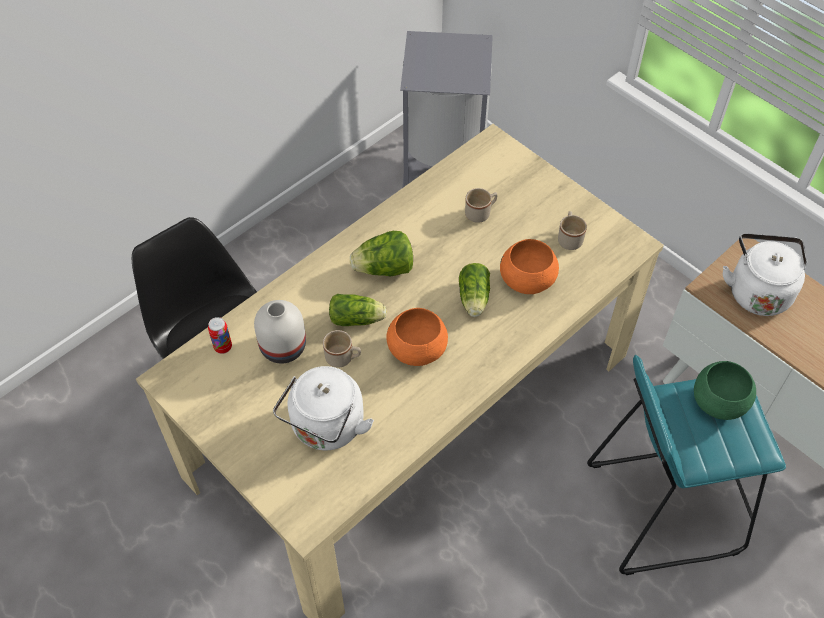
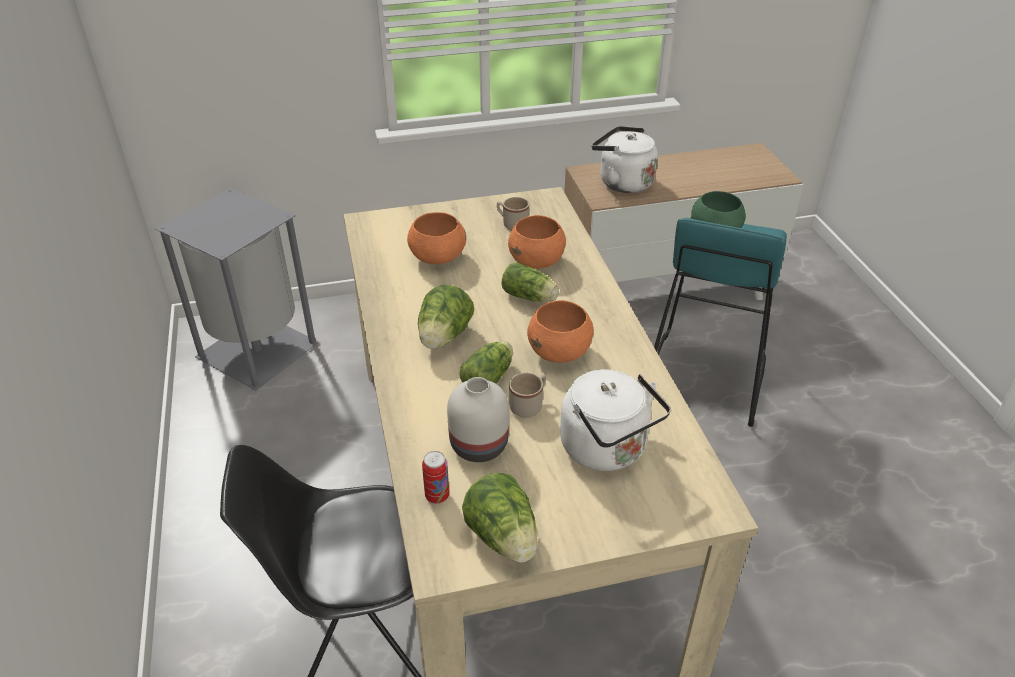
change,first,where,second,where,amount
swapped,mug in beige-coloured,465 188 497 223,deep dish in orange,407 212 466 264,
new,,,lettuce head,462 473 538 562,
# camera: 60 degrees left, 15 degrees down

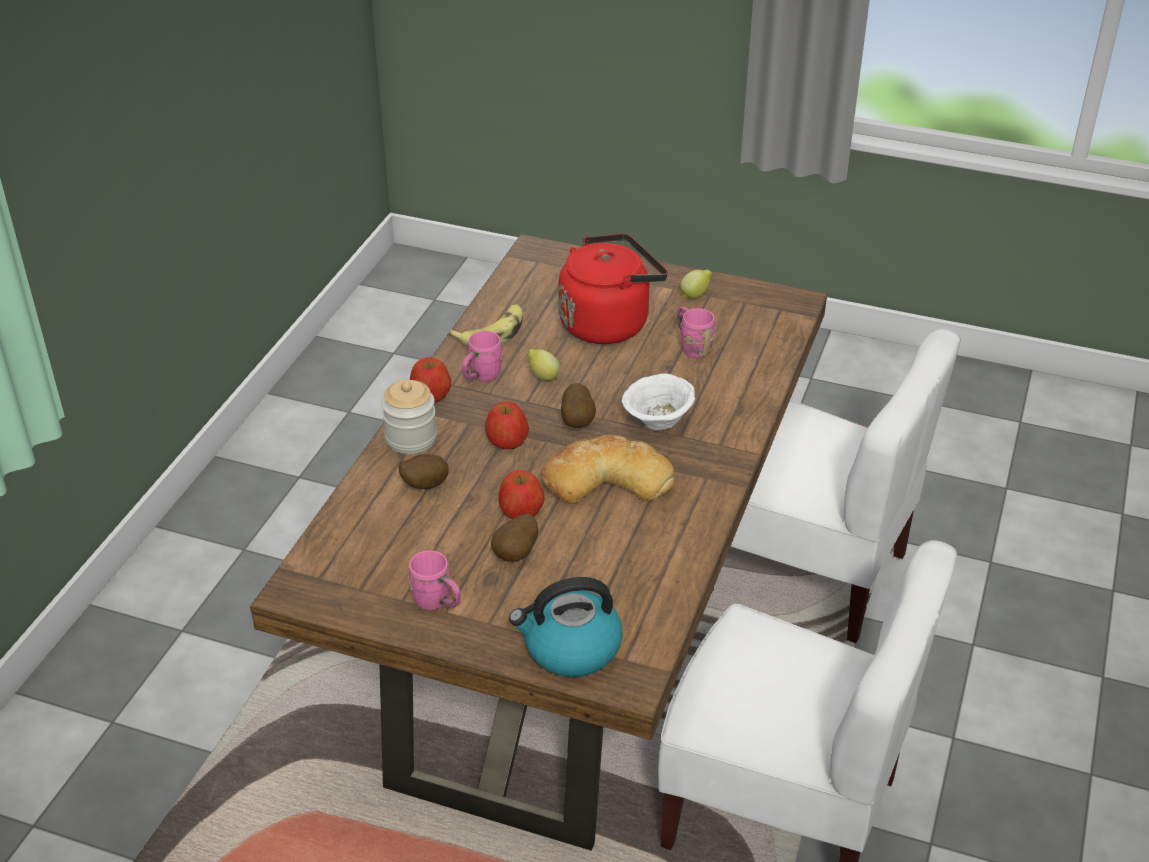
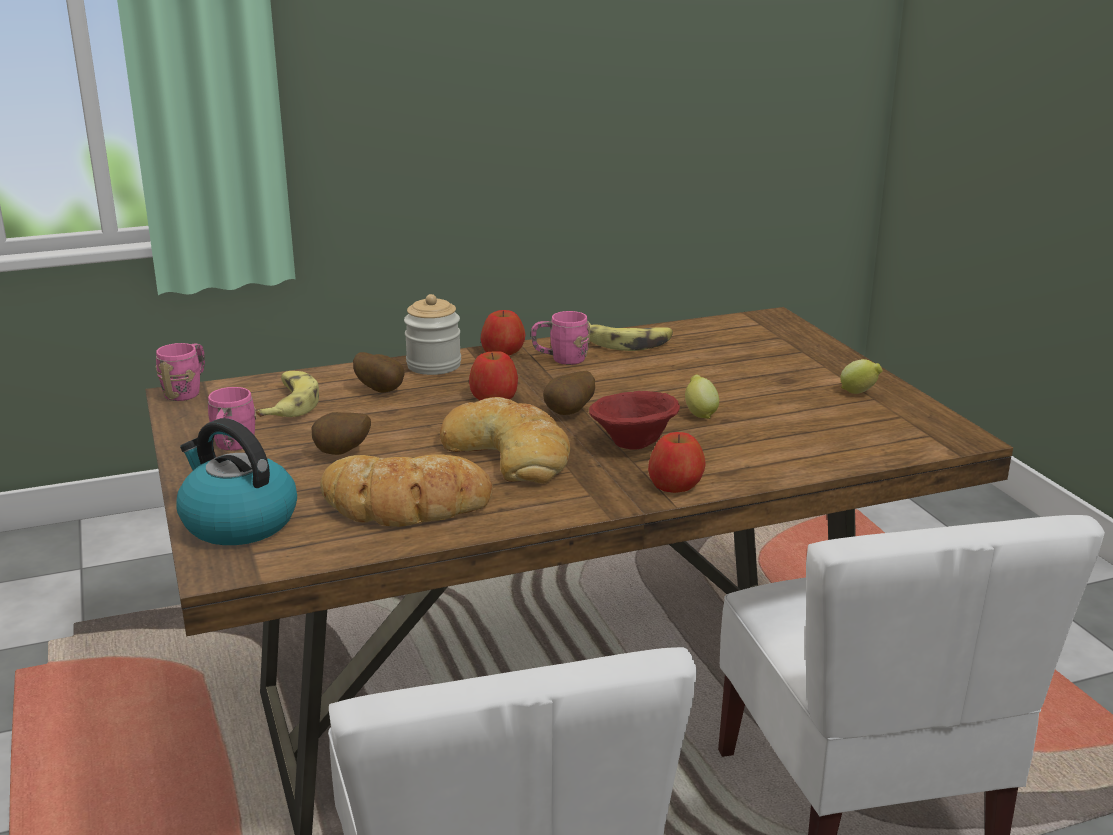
change,first,where,second,where,amount
shifted,mug in pinkish,677 306 716 358,,156 343 205 401,
new,,,banana,256 371 319 417,
new,,,bread,320 454 493 527,
repainted,deep dish in whitish,622 374 695 431,deep dish in red,589 391 680 450,
shifted,apple,499 470 544 519,,648 432 706 493,
shifted,whole lemon,527 349 560 381,,685 374 719 419,
gone,water kettle in red,558 233 668 344,,,
# camera: 50 degrees right, 15 degrees down

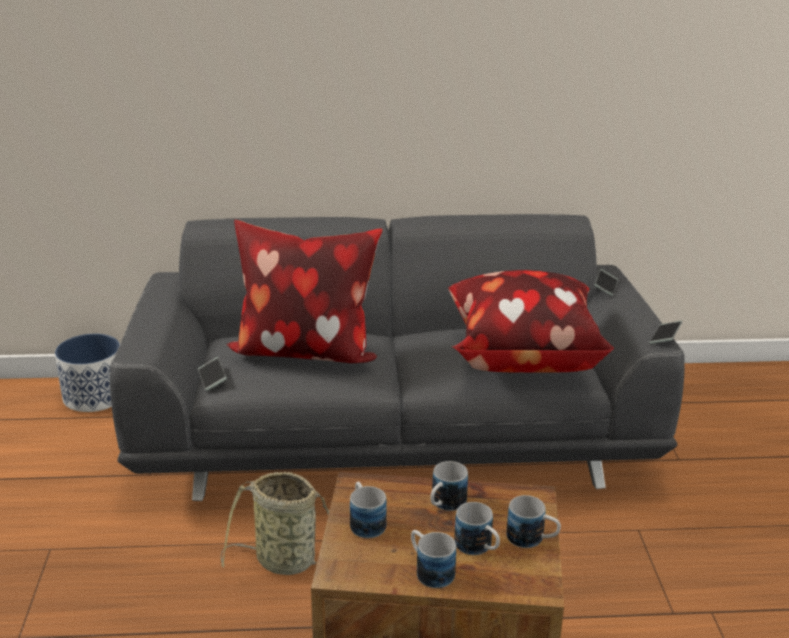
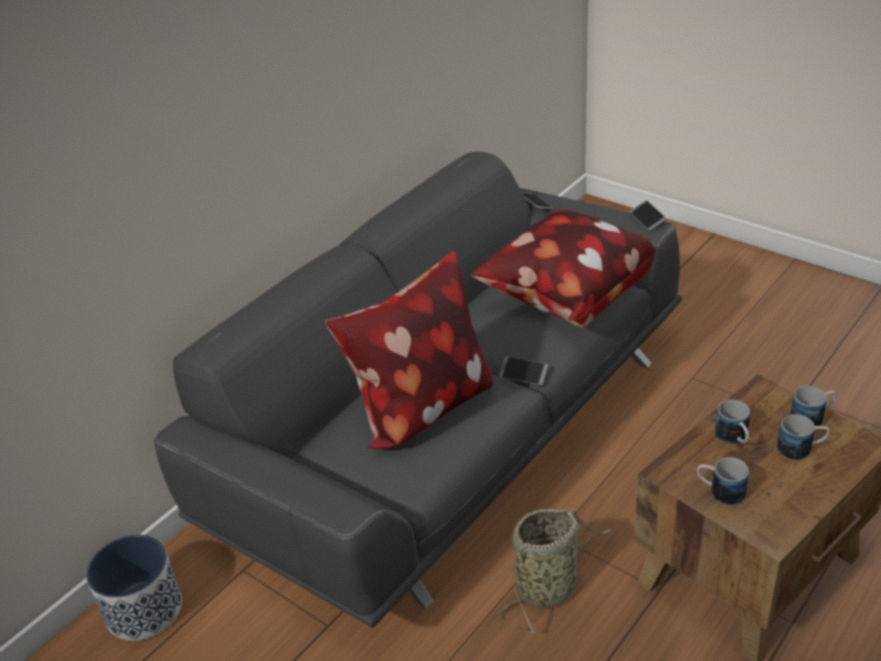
change,first,where,second,where,amount
shifted,handset,198 357 227 391,,499 356 548 386,
gone,mug,411 530 456 588,,,
# camera: 45 degrees left, 10 degrees up

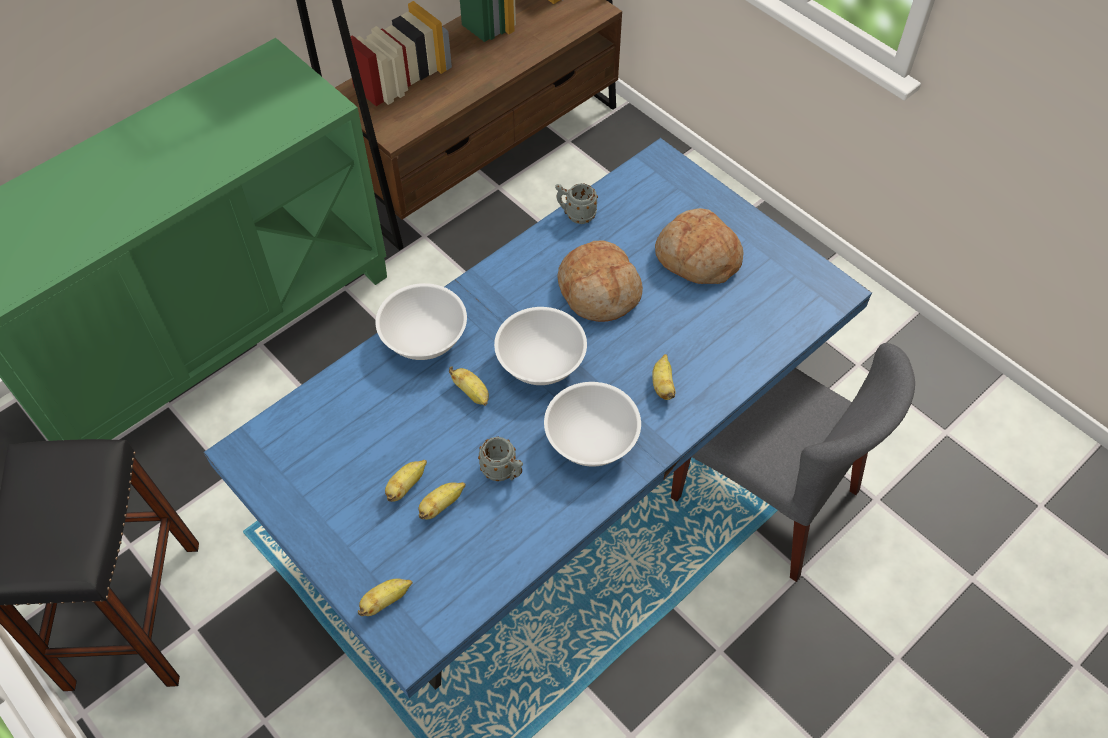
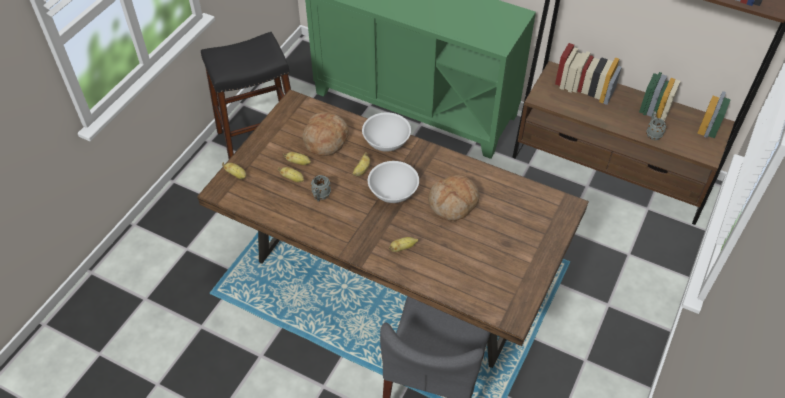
change,first,where,second,where,amount
repainted,dinner table in bluish,203 138 872 698,dinner table in brown-coloured,197 90 589 368,
shifted,bread,655 208 743 284,,302 112 349 156,
shifted,mug in gray,555 183 598 224,,646 111 666 140,
gone,deep dish in whitish,544 382 641 467,,,
# camera: 70 degrees right, 5 degrees down

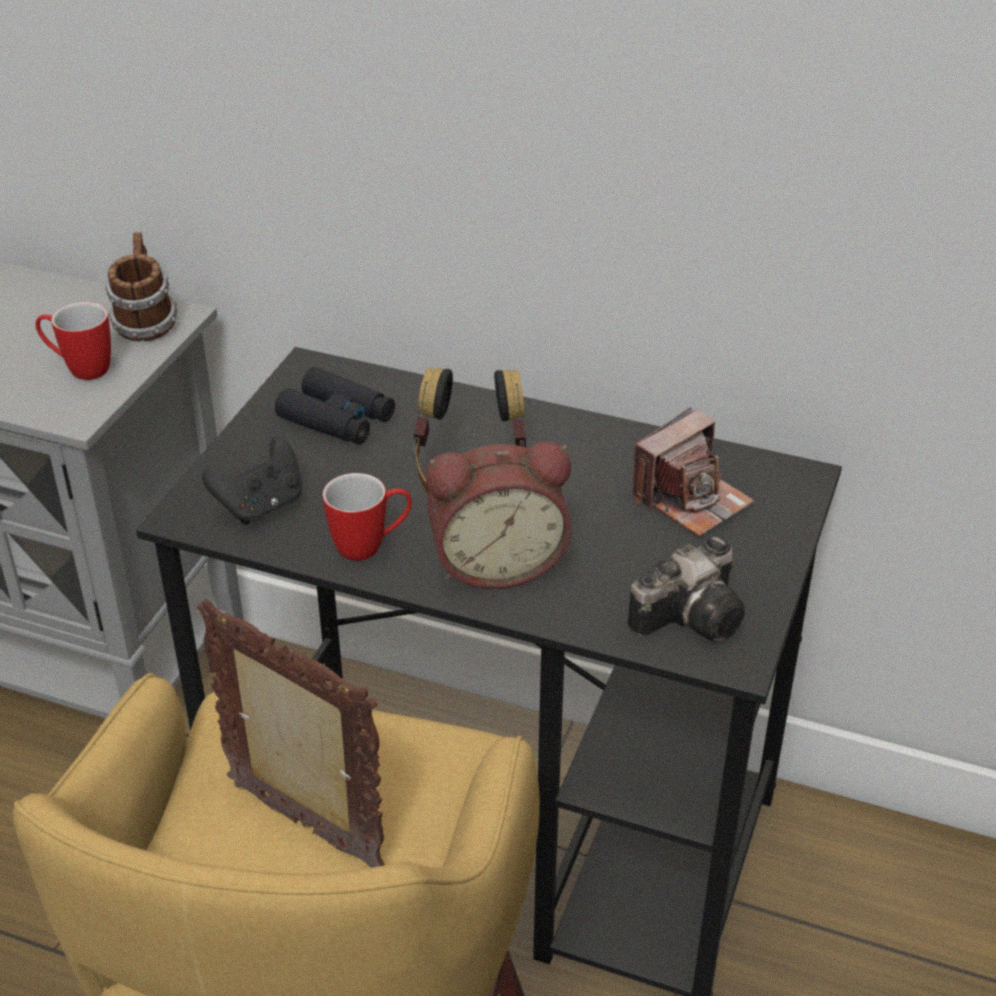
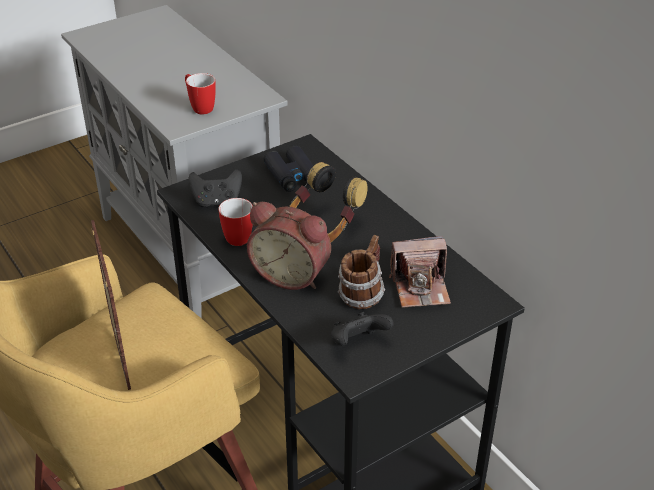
change,first,where,second,where,amount
swapped,photo camera,627 536 745 642,game controller in black-coloured,331 312 394 346,
shifted,mug,105 232 177 342,,338 235 385 309,
# camera: 35 degrees right, 0 degrees up

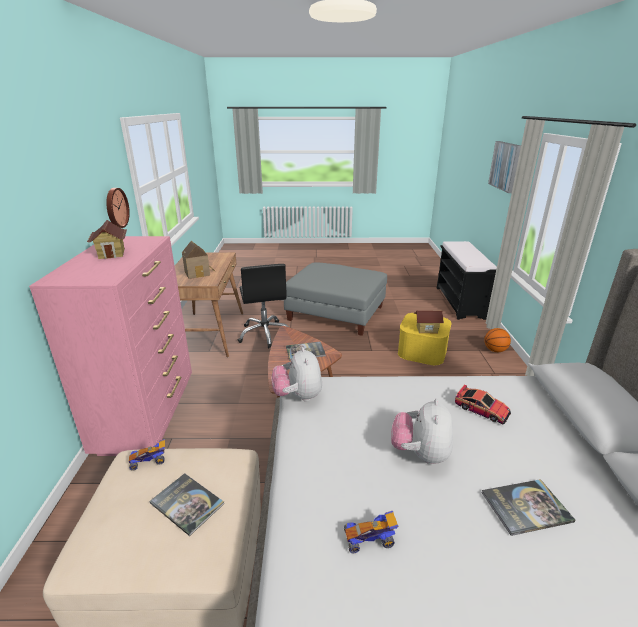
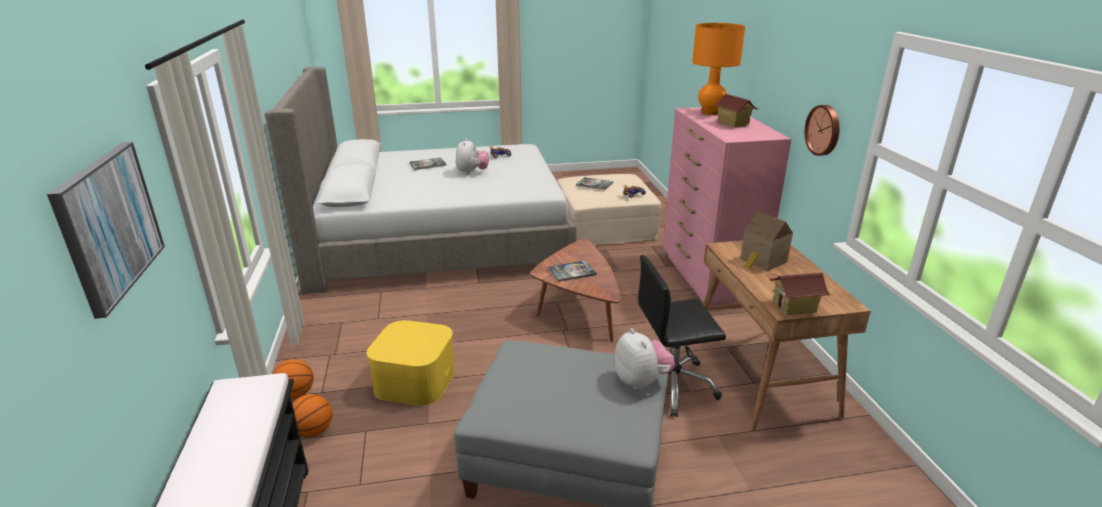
change,first,where,second,where,amount
new,,,ball for basketball,292 394 332 438,
shifted,cuddly toy,271 347 322 402,,614 328 675 390,
rotated,office chair in black-coloured,238 264 289 349,,638 255 726 417,75 degrees counterclockwise
new,,,lamp for a table in orange,692 22 745 115,
shifted,toy house,414 311 444 333,,769 273 830 315,
gone,toy car,455 384 511 424,,,
# camera: 170 degrees right, 0 degrees up

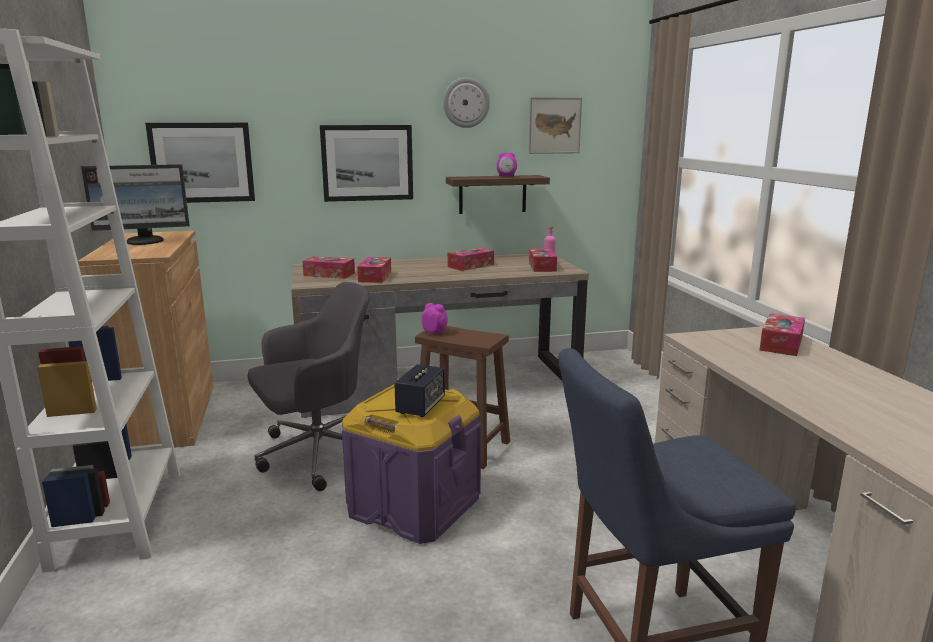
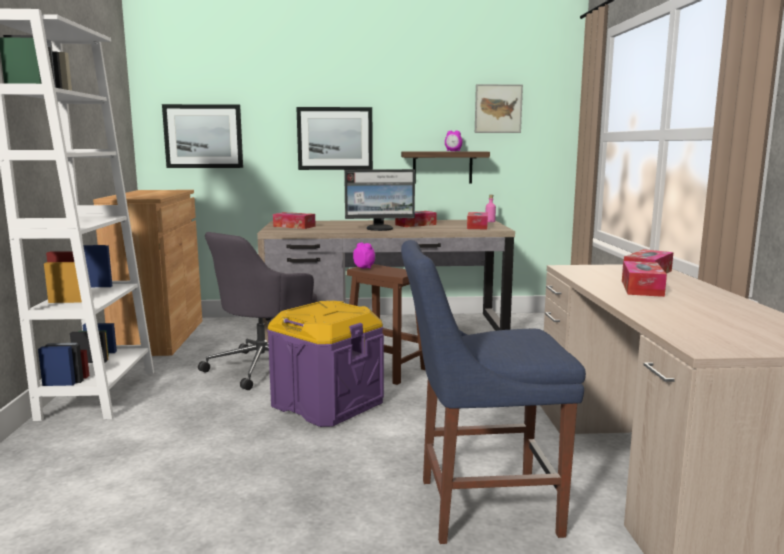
change,first,where,second,where,amount
rotated,office chair in gray,248 282 370 491,,198 232 317 390,150 degrees clockwise
shifted,computer display,81 164 190 245,,344 169 415 231,
shifted,tissue box,357 257 391 283,,622 261 667 297,
gone,audio speaker,394 364 445 417,,,
gone,wall clock,443 77 490 128,,,
# camera: 10 degrees right, 5 degrees down

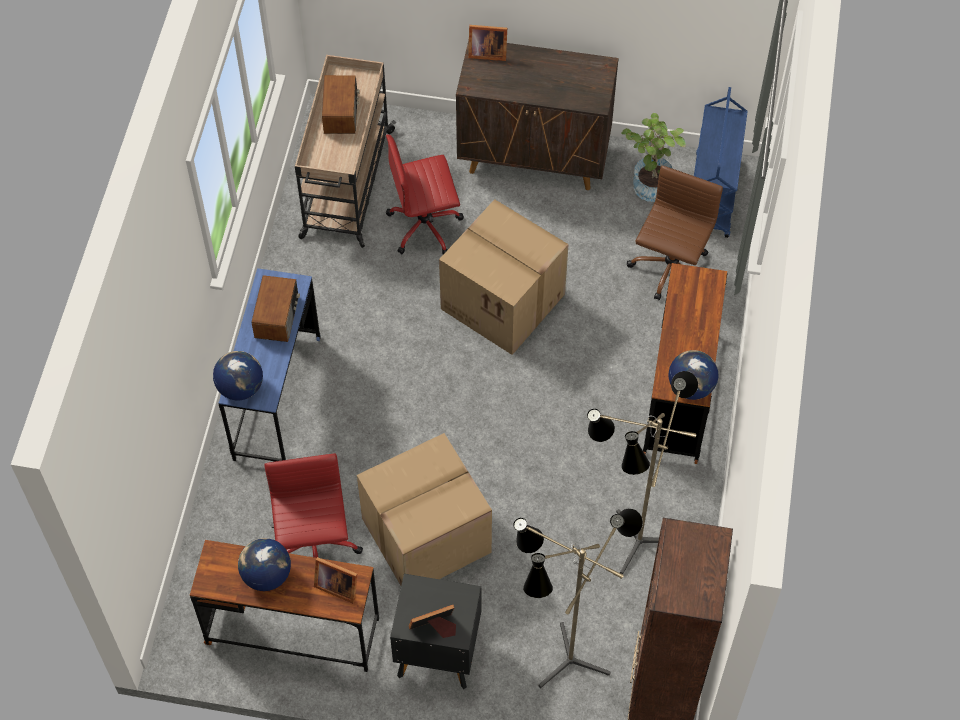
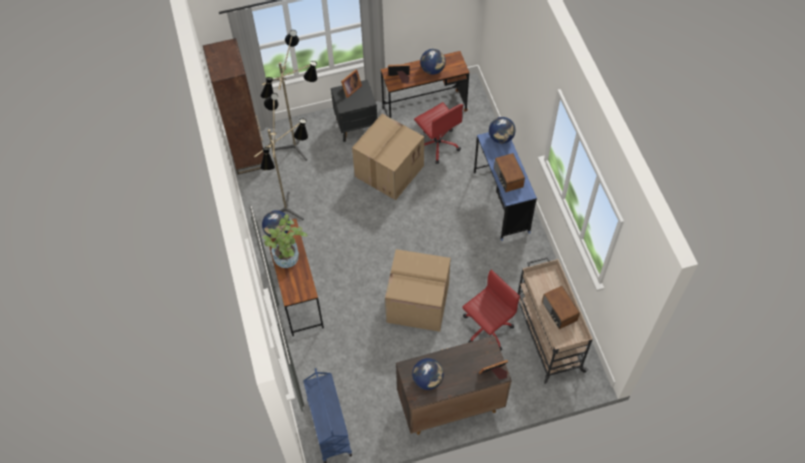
change,first,where,second,where,amount
shifted,plant in a pot,621 113 686 202,,262 214 307 268,
new,,,desk globe,412 358 444 390,
gone,office chair in brown-coloured,627 166 723 300,,,
# camera: 155 degrees right, 0 degrees up

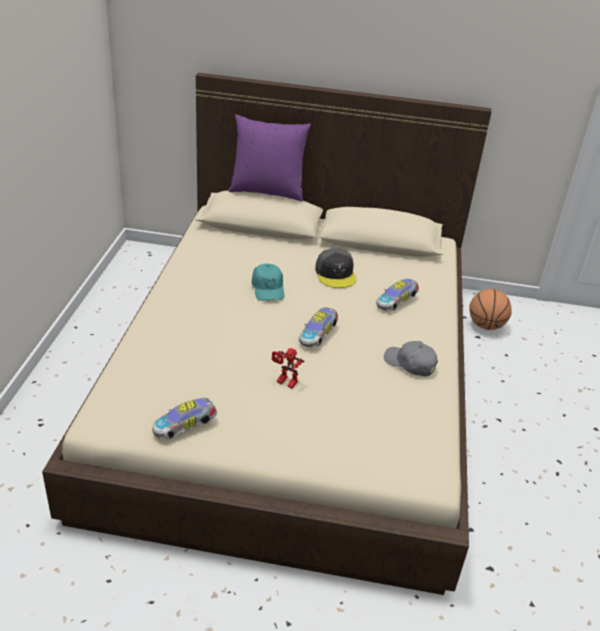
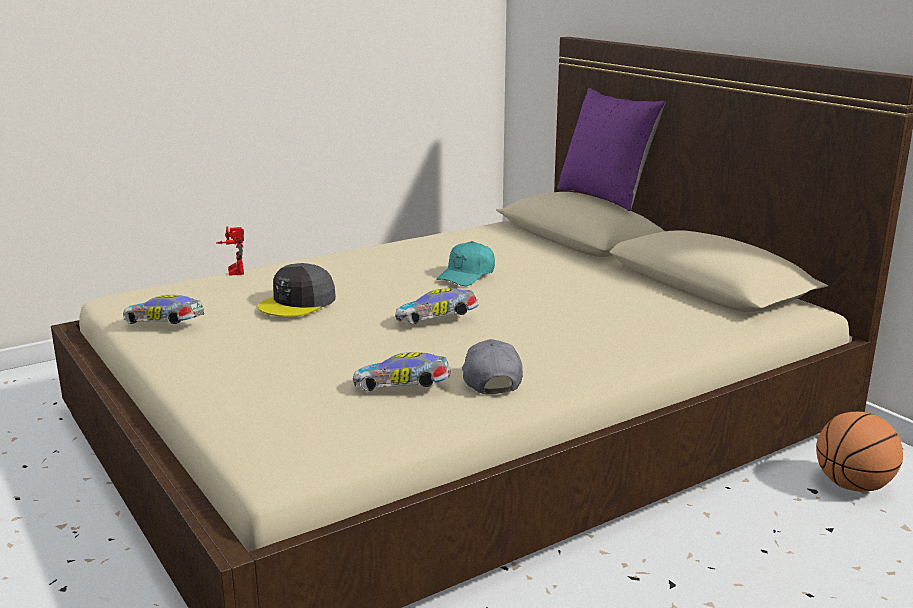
change,first,where,second,where,amount
shifted,model robot,272 348 304 388,,217 227 244 276,
shifted,peaked cap in gray,315 248 356 288,,258 263 336 317,
shifted,toy car,376 278 419 311,,353 352 451 391,
# camera: 50 degrees right, 15 degrees down

